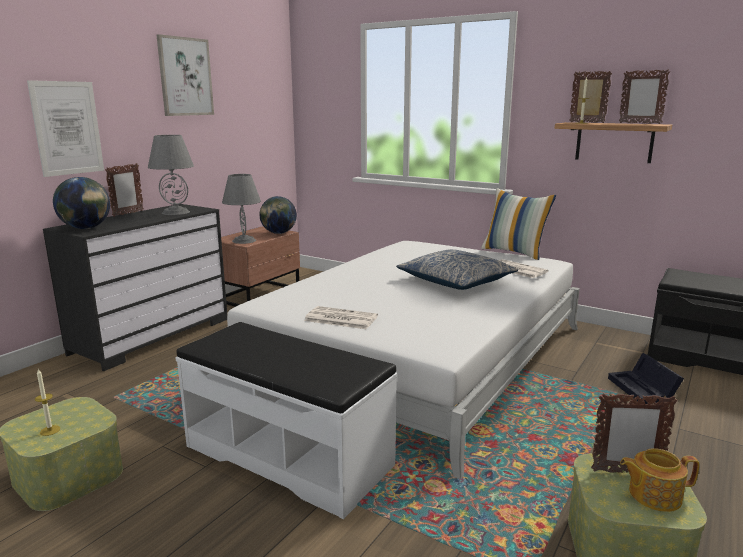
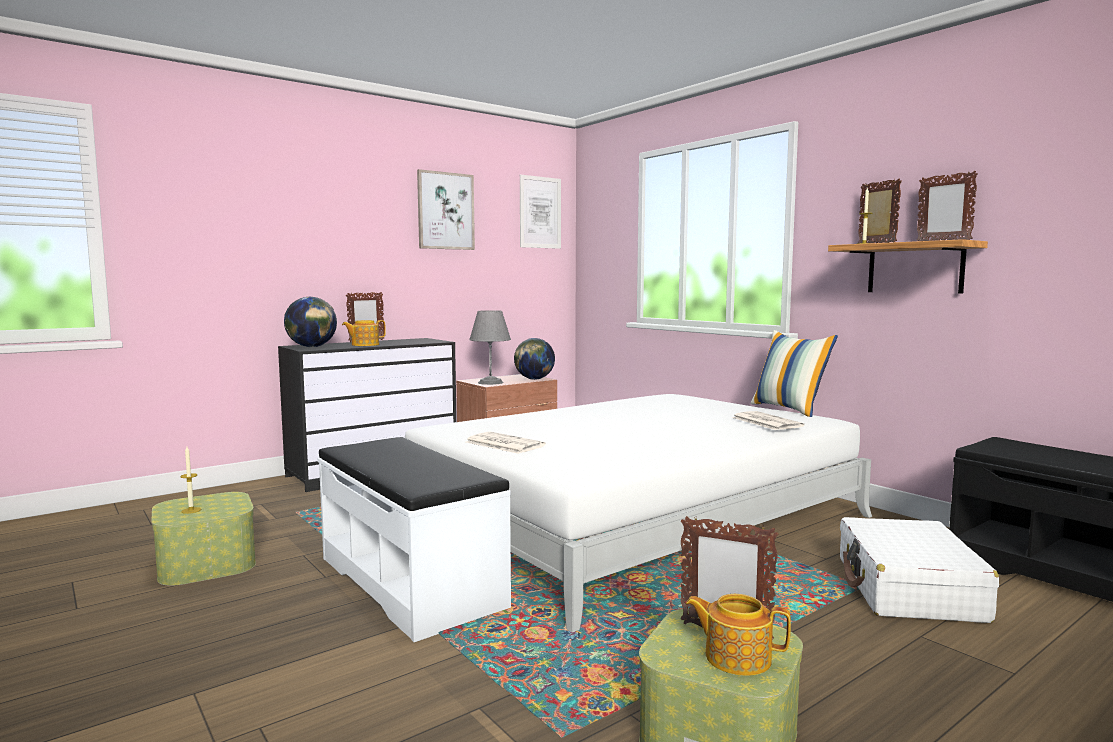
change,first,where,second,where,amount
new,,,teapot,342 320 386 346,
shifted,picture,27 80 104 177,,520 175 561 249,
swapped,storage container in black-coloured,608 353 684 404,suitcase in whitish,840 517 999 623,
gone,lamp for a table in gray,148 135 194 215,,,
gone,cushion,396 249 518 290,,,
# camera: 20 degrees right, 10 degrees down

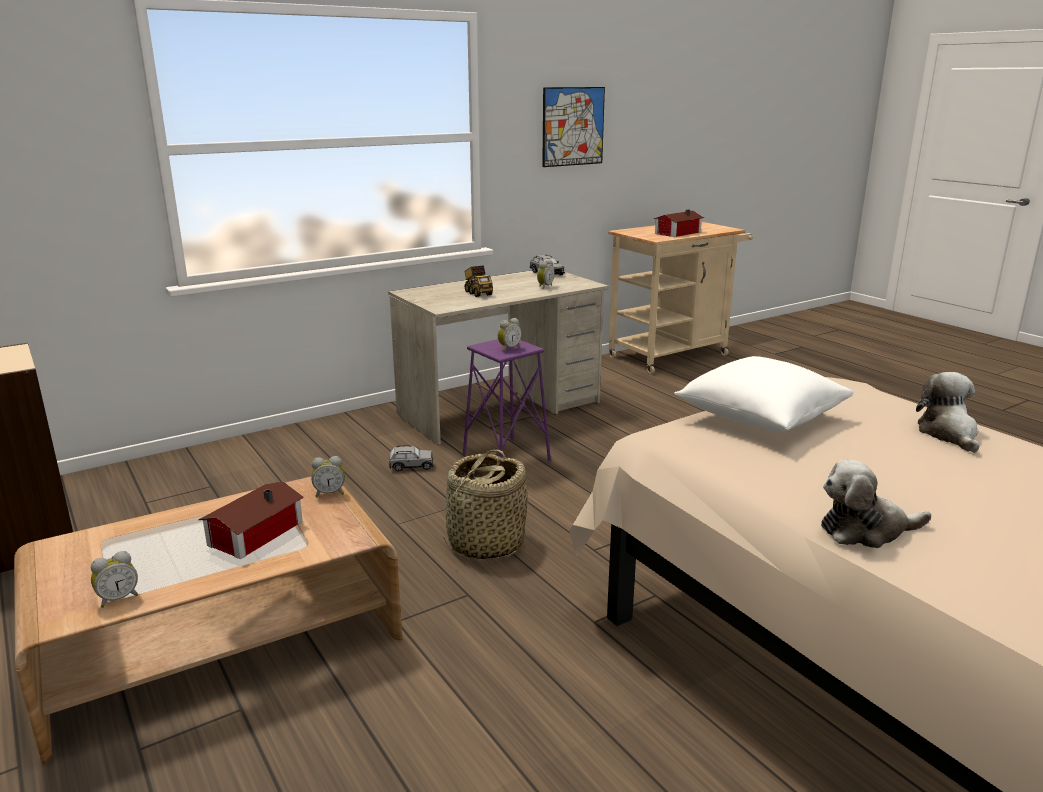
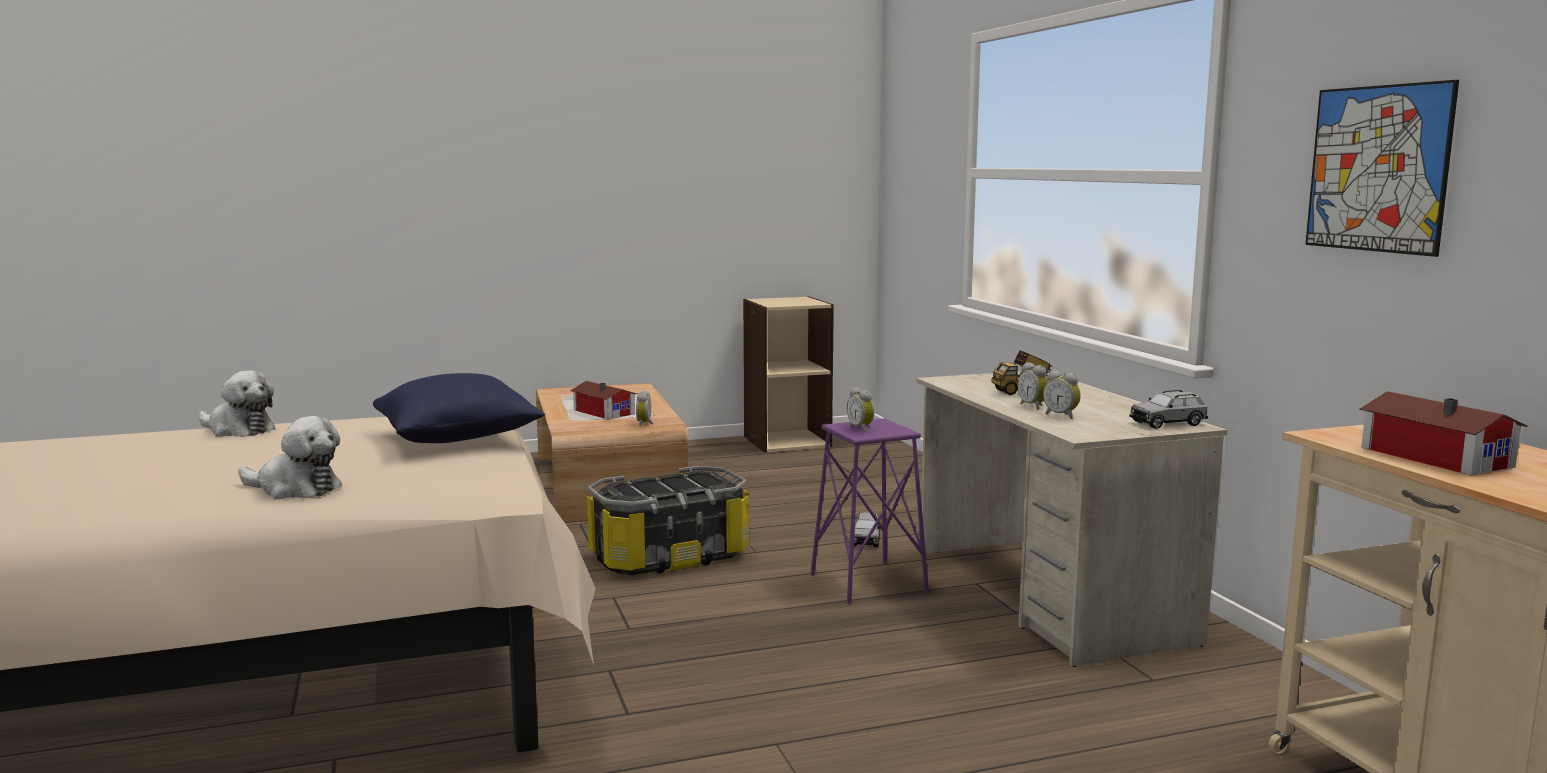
change,first,where,second,where,amount
rotated,cuddly toy,821 460 931 548,,198 370 276 437,105 degrees clockwise
repainted,cushion in whitish,674 356 854 432,cushion in bluish,373 373 545 443,
swapped,household basket,444 450 528 559,storage container,587 466 749 575,
shifted,table clock,91 551 138 608,,1017 362 1048 410,
# camera: 105 degrees right, 10 degrees down

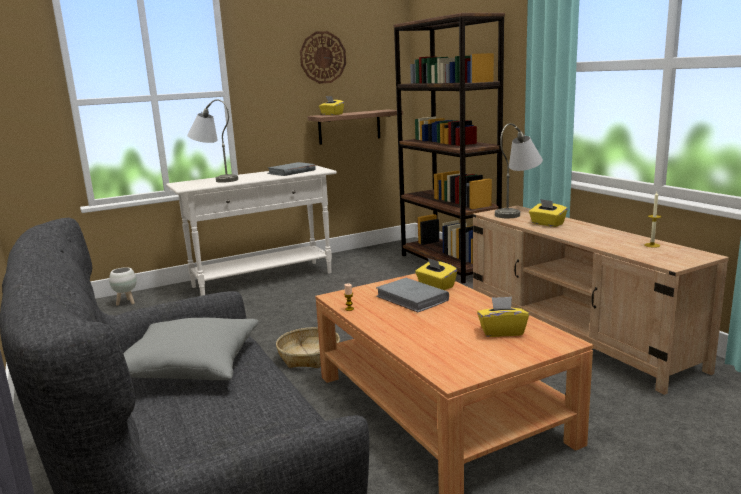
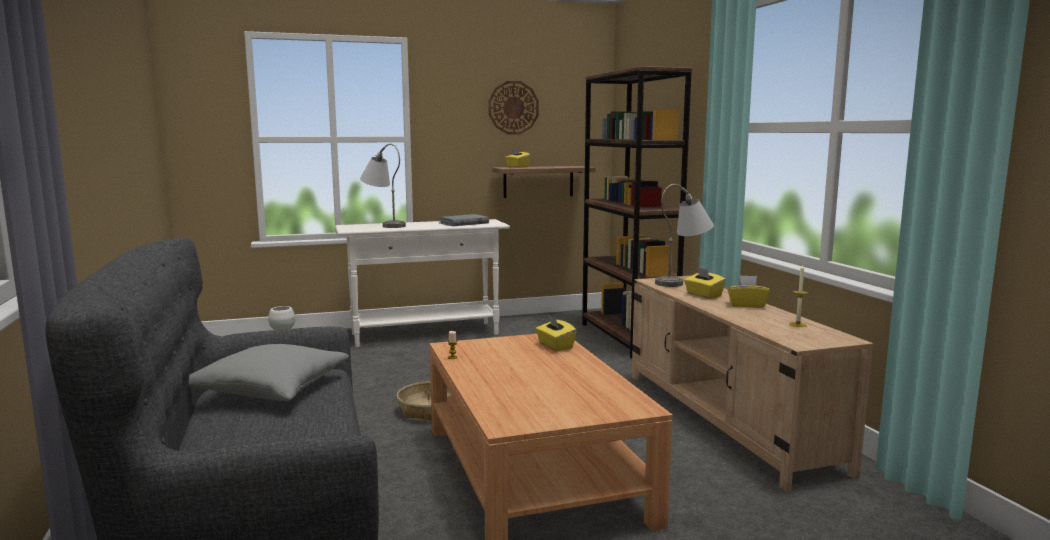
change,first,where,second,where,amount
shifted,tissue box in yellow,477 296 529 337,,727 275 770 308,
gone,bound book in gray,376 278 449 313,,,
# camera: 10 degrees right, 5 degrees down

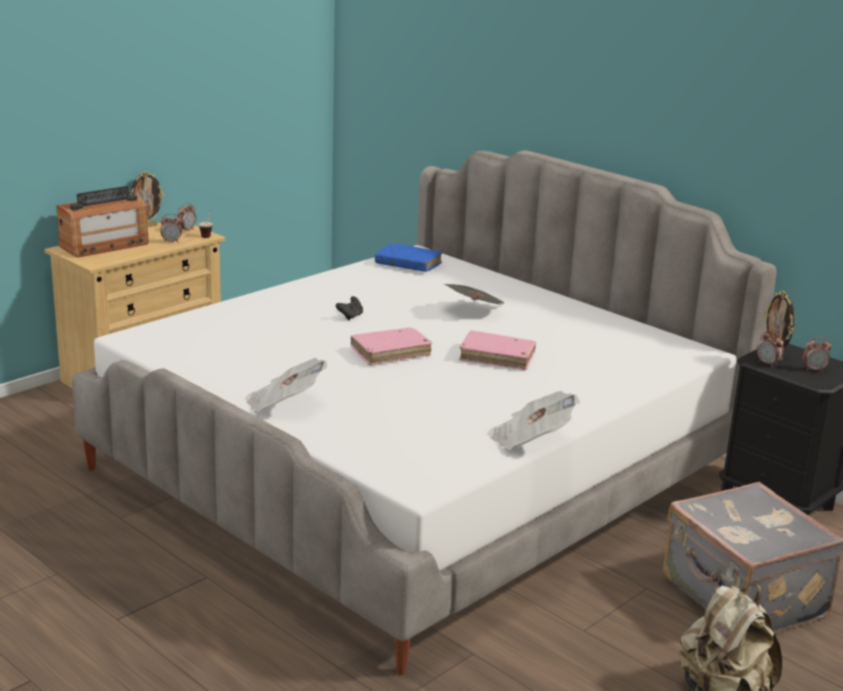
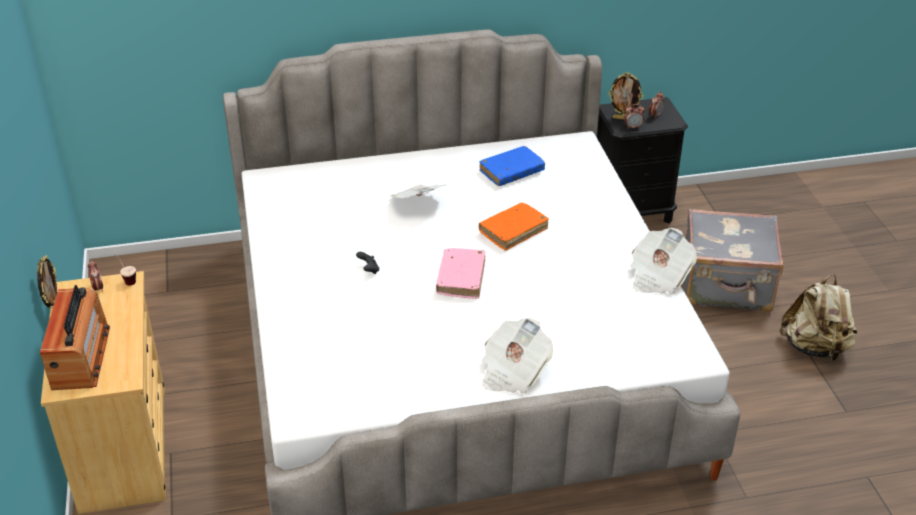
change,first,where,second,where,amount
shifted,bound book in bluish,375 243 442 272,,479 146 545 186,
repainted,bound book in pinkish,459 331 536 370,bound book in orange,479 203 549 251,
gone,table clock,160 214 182 243,,,
# camera: 55 degrees left, 15 degrees up

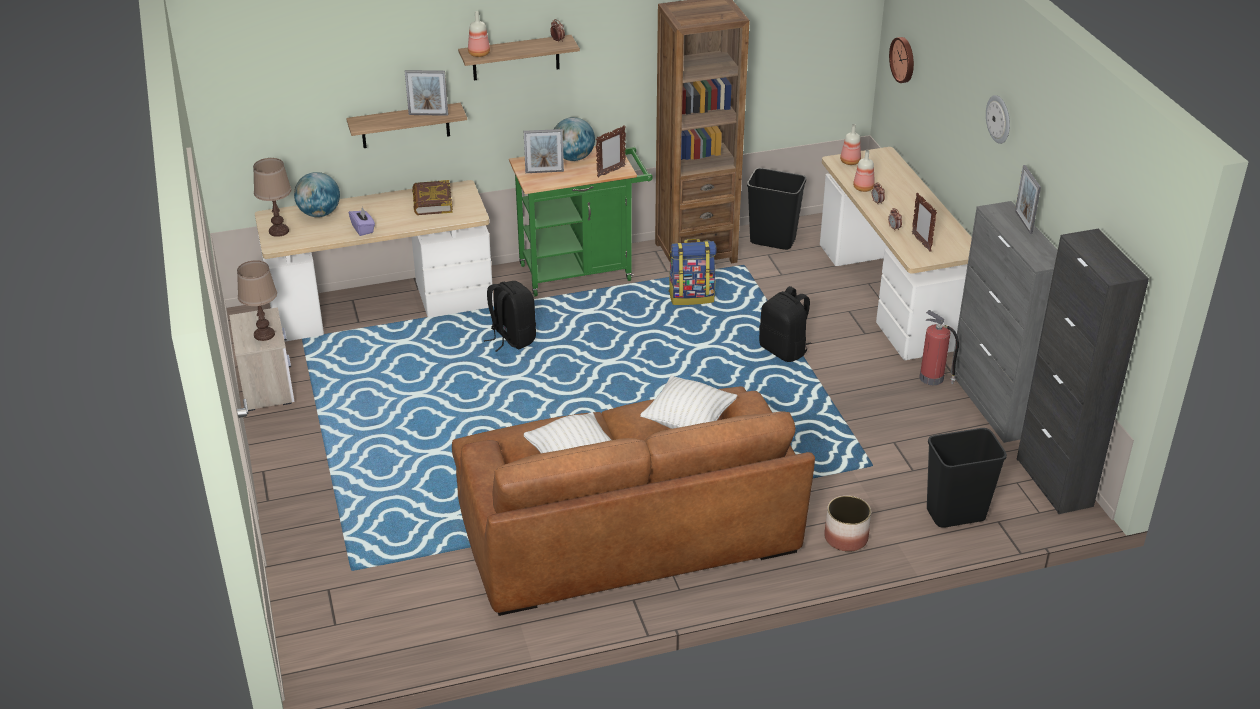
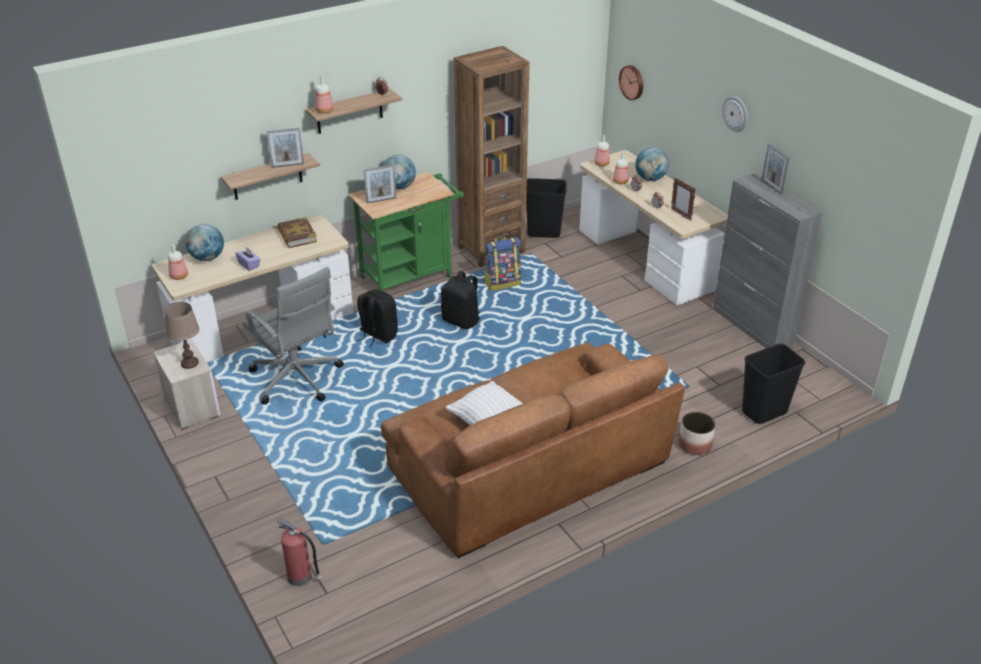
change,first,where,second,where,amount
swapped,lamp for a table in brown-coloured,253 158 292 237,bottle,168 244 188 280,
new,,,office chair in gray,243 267 344 405,
shifted,fire extinguisher,919 310 959 385,,276 518 321 586,
shifted,knapsack in black-coloured,759 286 811 362,,441 271 481 329,
new,,,desk globe,635 148 669 181,
gone,photo frame,596 126 626 177,,,
gone,cushion in whitish,640 375 738 429,,,
gone,storage cabinet in black-coloured,1017 229 1149 514,,,
# camera: 15 degrees left, 0 degrees up

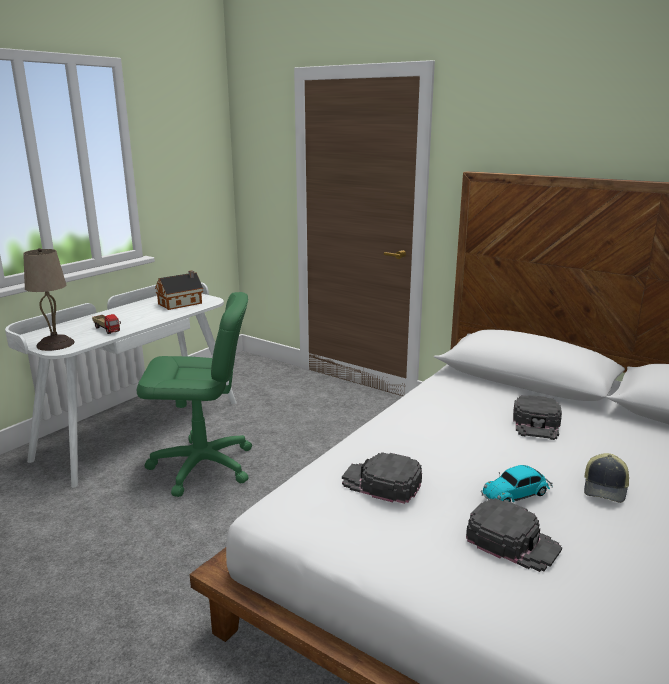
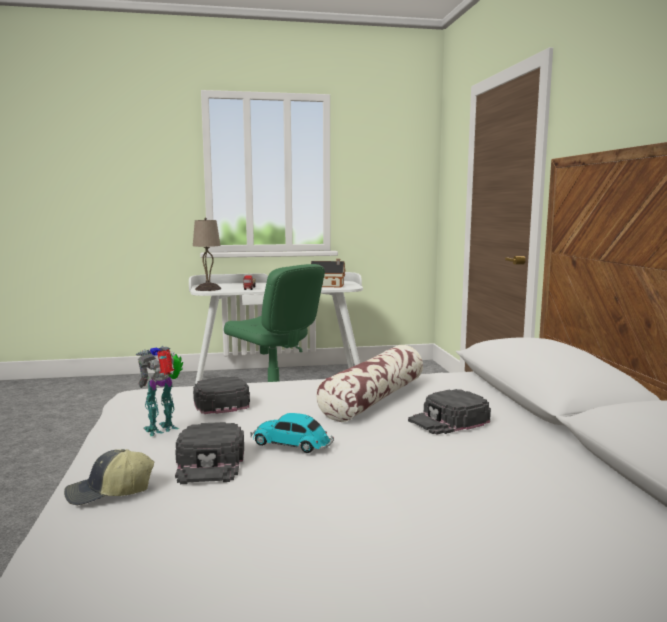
change,first,where,second,where,amount
shifted,peaked cap,584 453 629 503,,64 449 154 505,
new,,,model robot,135 346 183 436,
new,,,cushion,316 345 423 422,
# camera: 45 degrees right, 10 degrees down

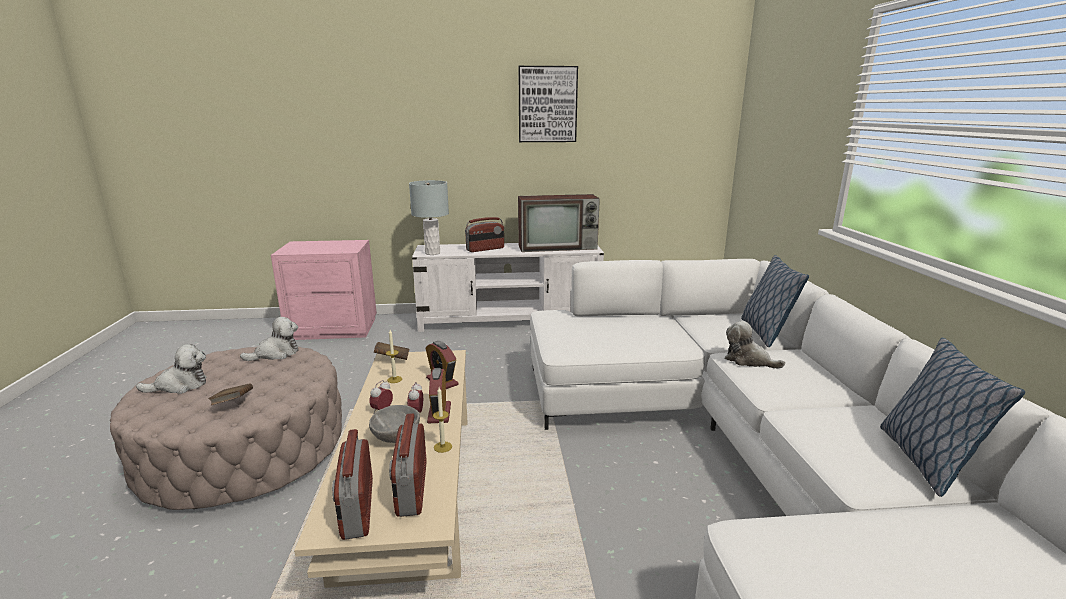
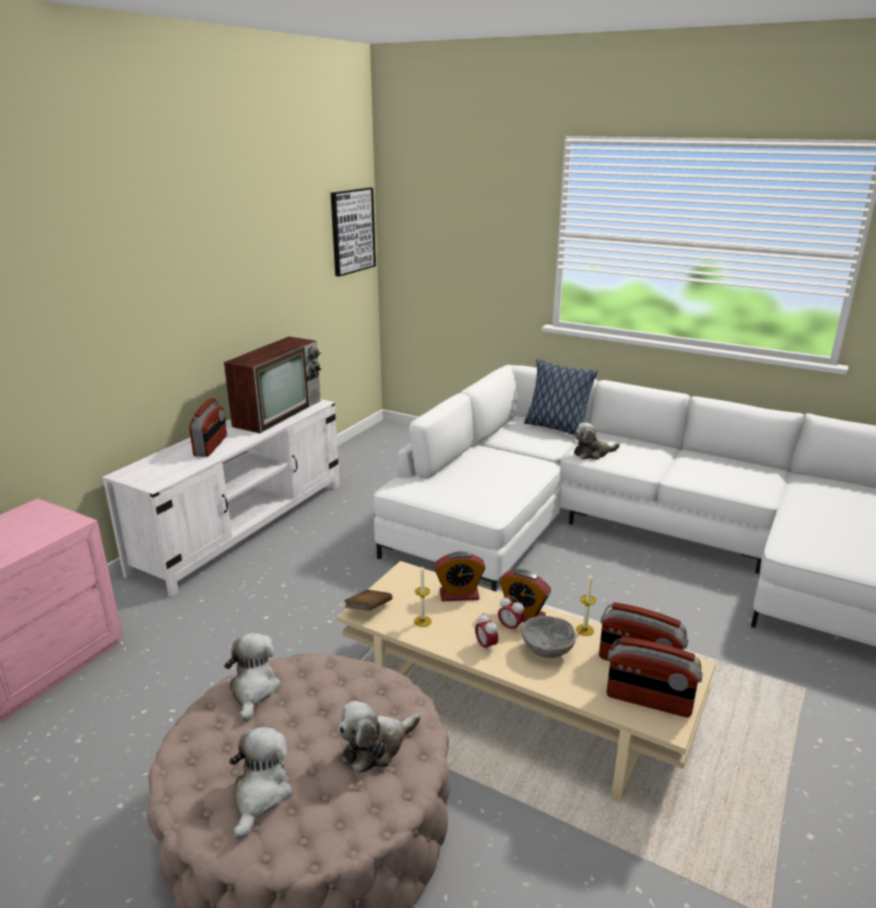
change,first,where,second,where,amount
shifted,picture,518 66 578 142,,331 188 376 277,
swapped,bound book in brown-coloured,208 383 253 405,cuddly toy,338 701 421 773,
gone,lamp for a table in gray,409 180 449 255,,,
gone,cushion,880 337 1025 497,,,
# camera: 55 degrees left, 5 degrees up

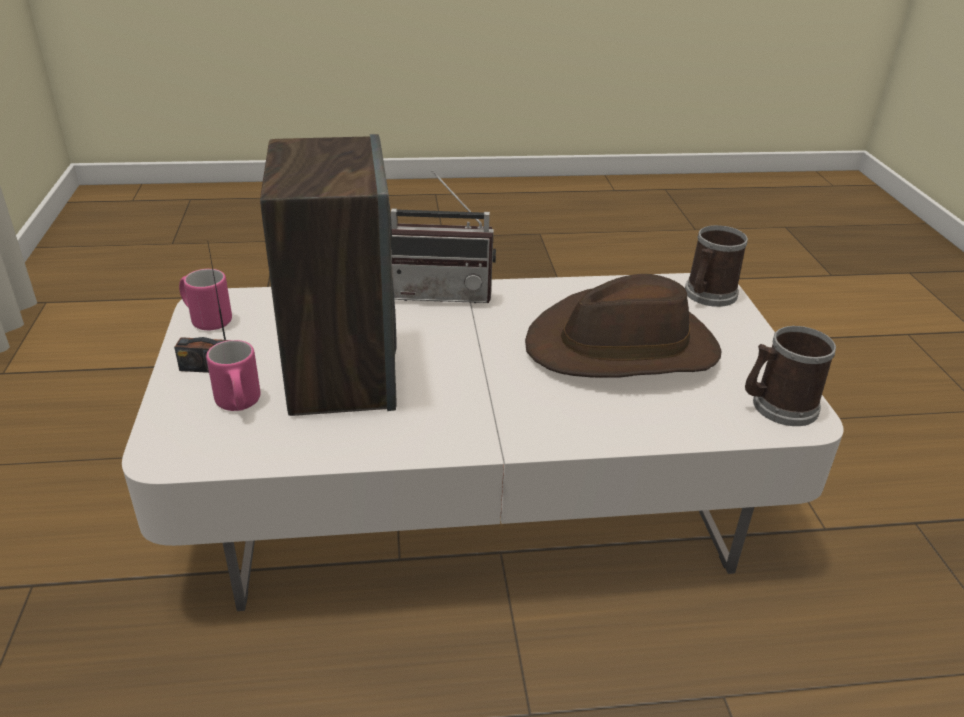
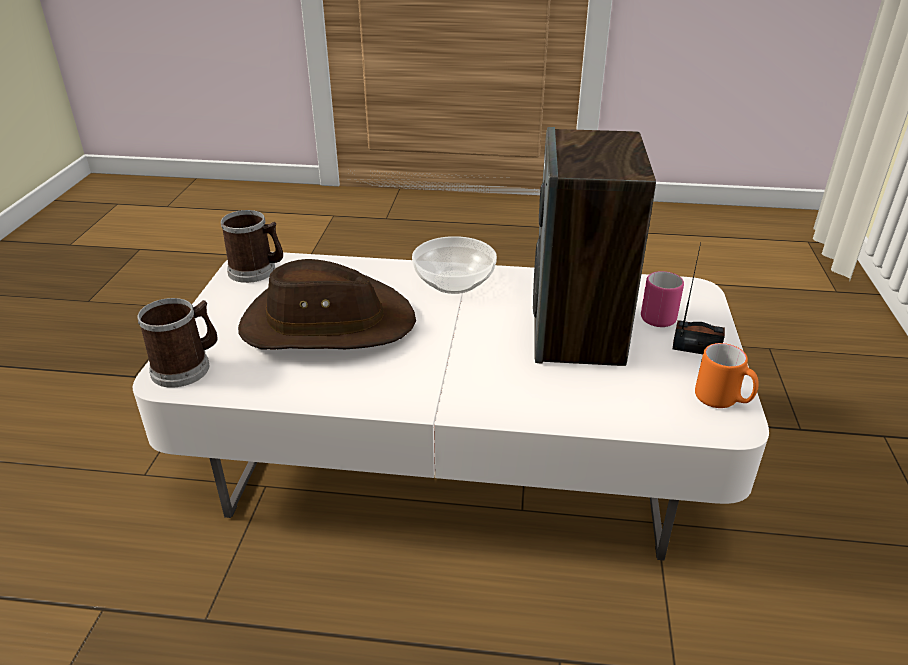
change,first,where,second,where,amount
new,,,deep dish,412 236 497 294,
repainted,mug in pinkish,179 269 232 330,mug in orange,695 343 759 408,
gone,radio,391 170 496 303,,,
# camera: 165 degrees left, 0 degrees up

